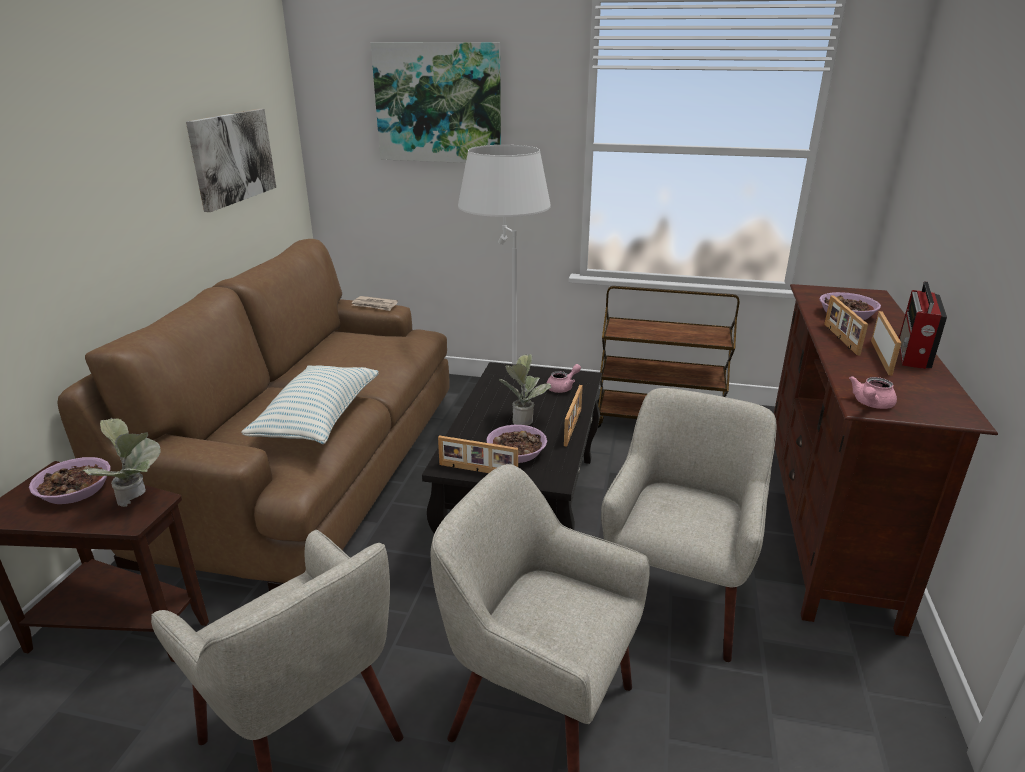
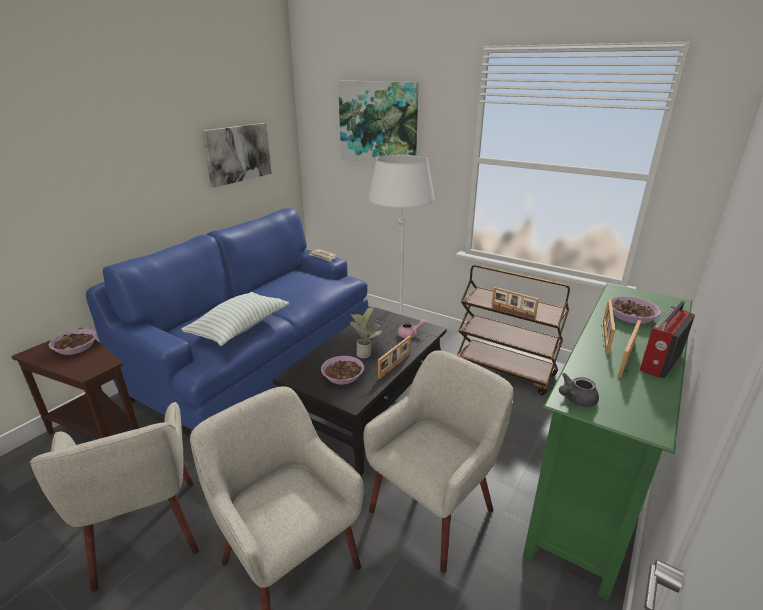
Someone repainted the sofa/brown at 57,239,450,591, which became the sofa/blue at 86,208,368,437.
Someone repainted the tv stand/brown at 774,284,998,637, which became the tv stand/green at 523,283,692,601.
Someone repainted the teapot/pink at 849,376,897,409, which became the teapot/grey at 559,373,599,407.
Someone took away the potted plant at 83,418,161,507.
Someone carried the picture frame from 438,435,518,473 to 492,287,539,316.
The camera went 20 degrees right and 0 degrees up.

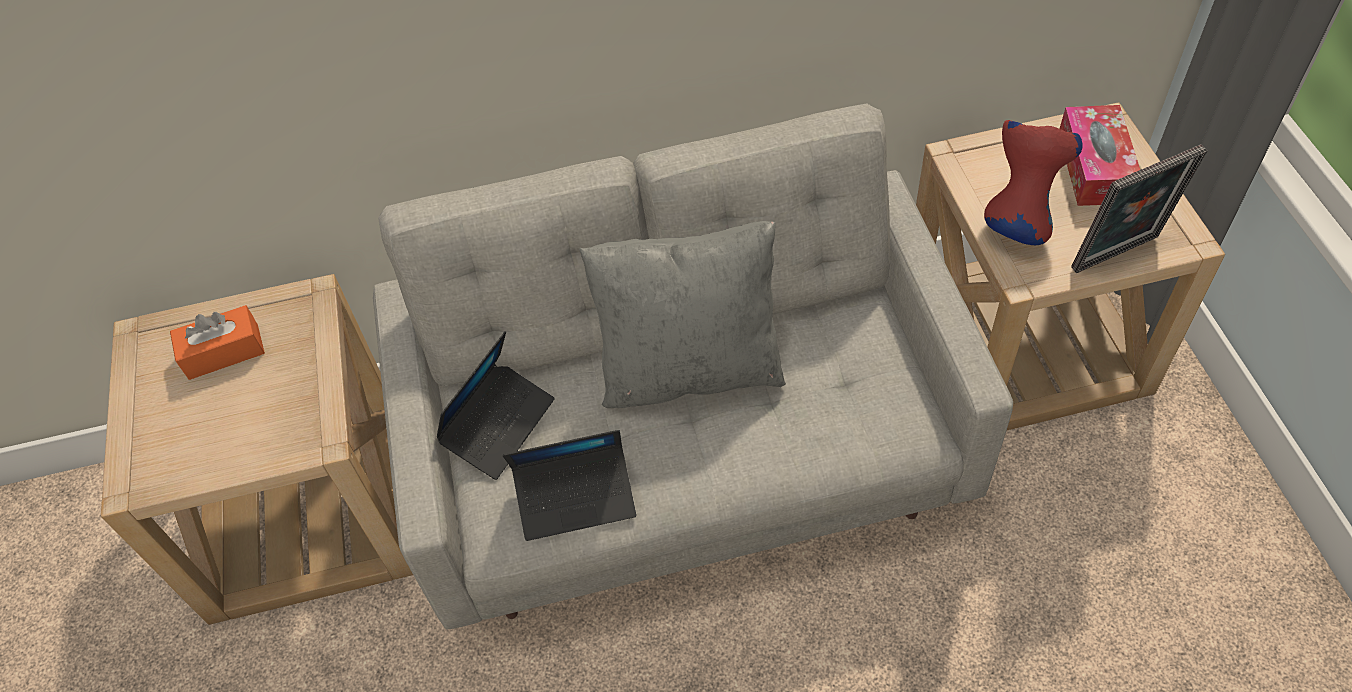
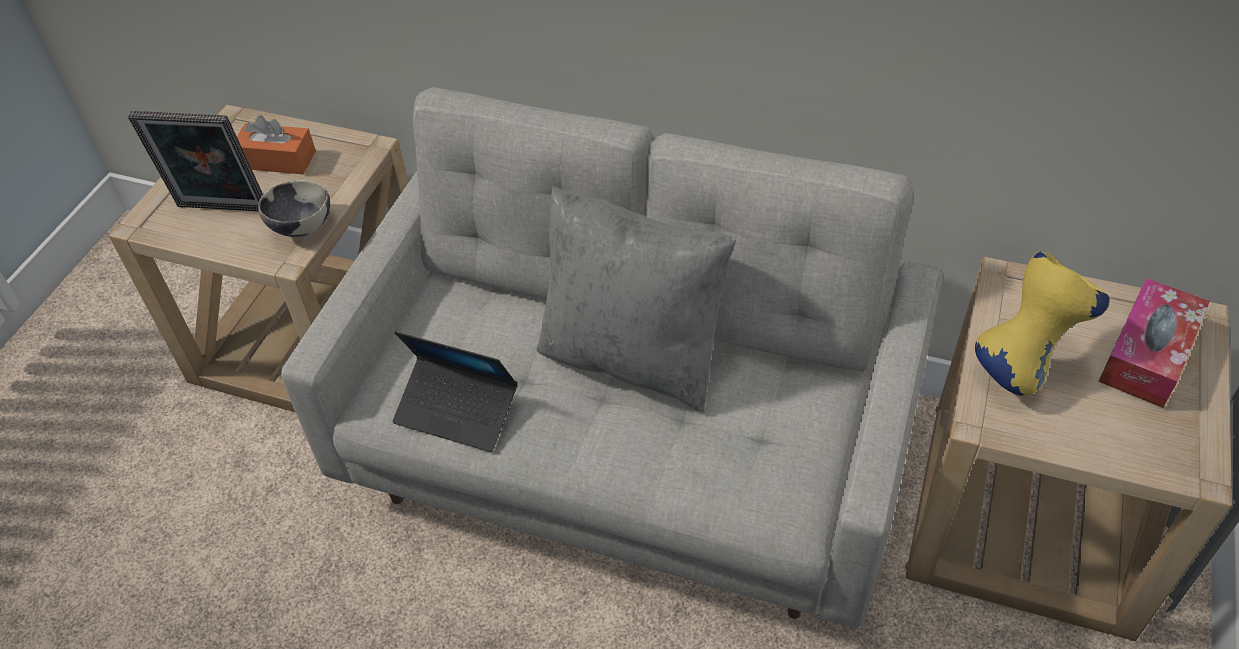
Someone repainted the vase/red at 984,120,1083,245, which became the vase/yellow at 975,251,1110,396.
Someone carried the picture frame from 1071,144,1207,273 to 128,111,263,211.
Someone took away the laptop at 437,331,555,480.
Someone put down the bowl at 258,180,330,237.
The camera went 30 degrees right and 5 degrees down.

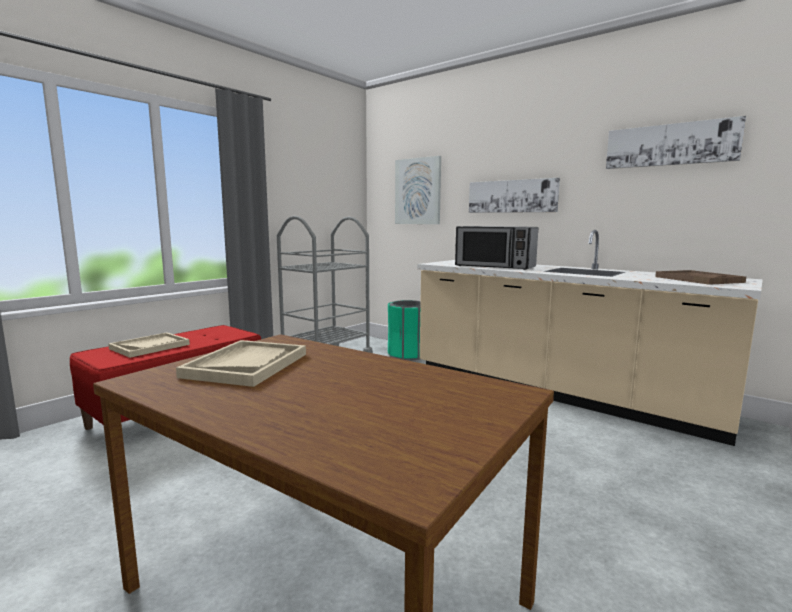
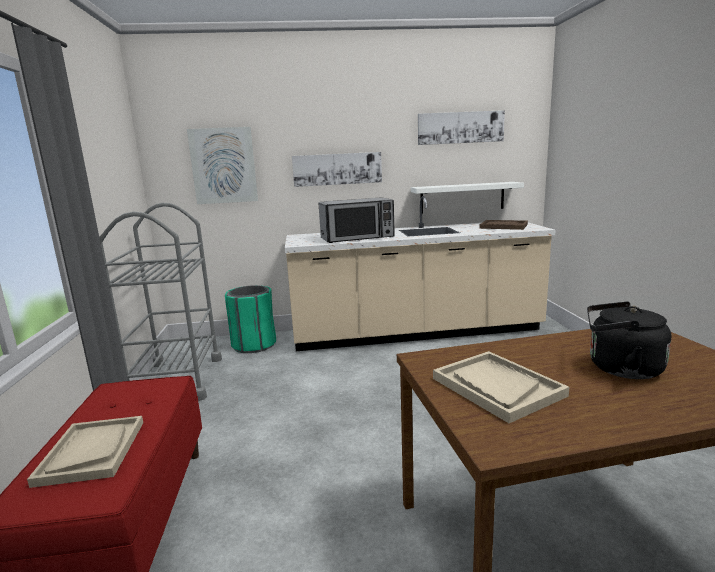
Someone put up the shelf/white at 411,182,524,214.
Someone put down the kettle/black at 587,301,672,379.
The camera went 45 degrees left and 5 degrees up.

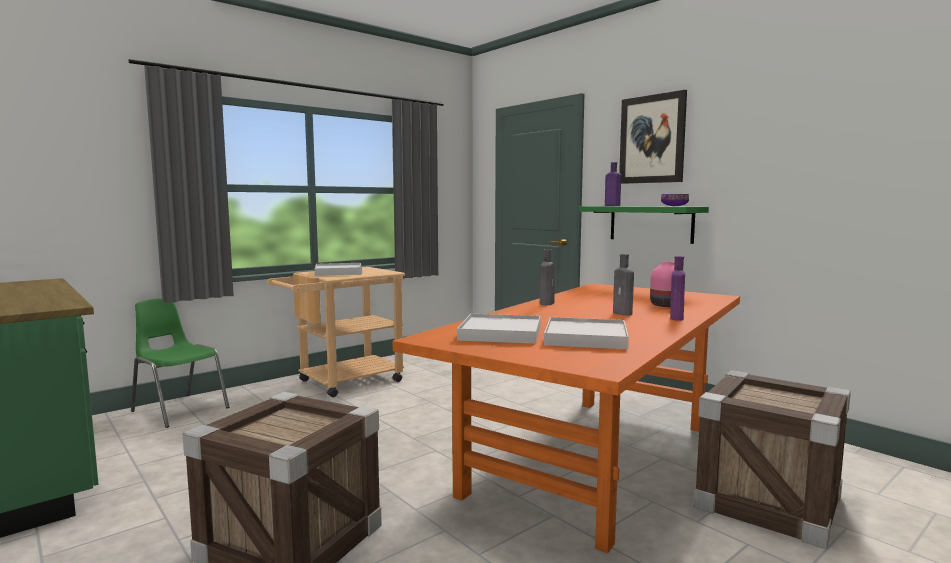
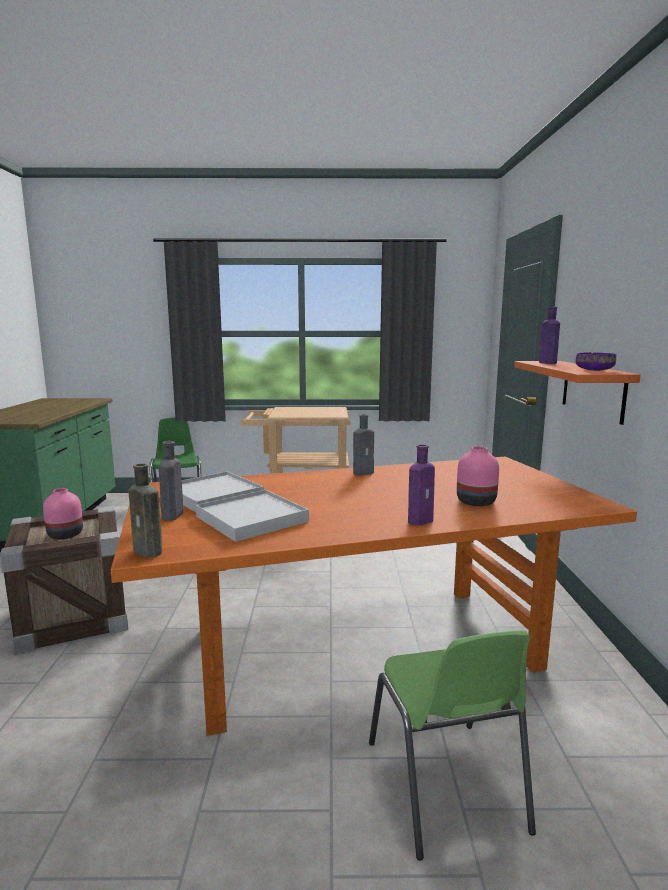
Someone took away the picture at 619,90,687,184.
Someone repainted the shelf/green at 579,206,709,244, which became the shelf/orange at 514,361,641,425.
Someone carried the bottle/grey from 613,254,634,316 to 159,441,183,521.
Someone took away the tray/white at 315,263,362,276.
Someone swapped the crate at 693,370,851,549 for the chair/green at 369,630,536,861.
Someone put down the bottle/brown at 129,464,162,558.
Someone put down the vase/pink at 43,488,83,539.
The camera went 40 degrees right and 5 degrees up.

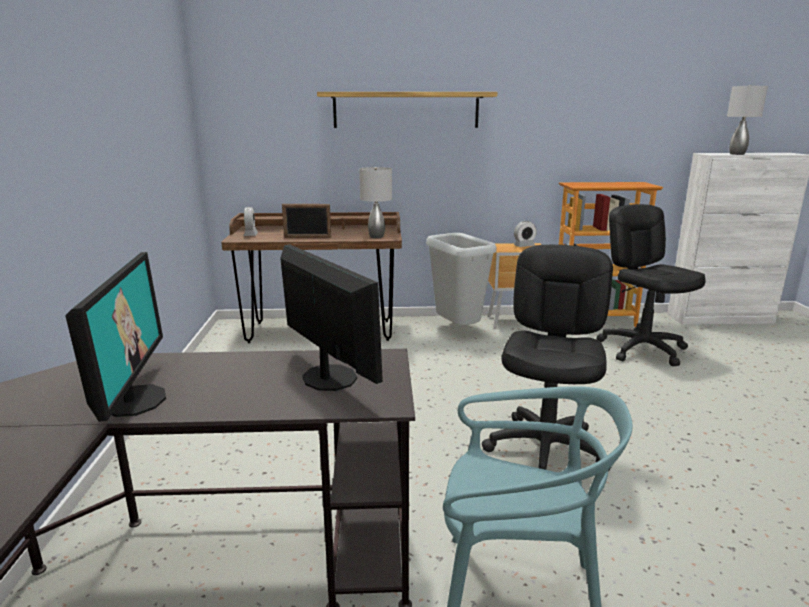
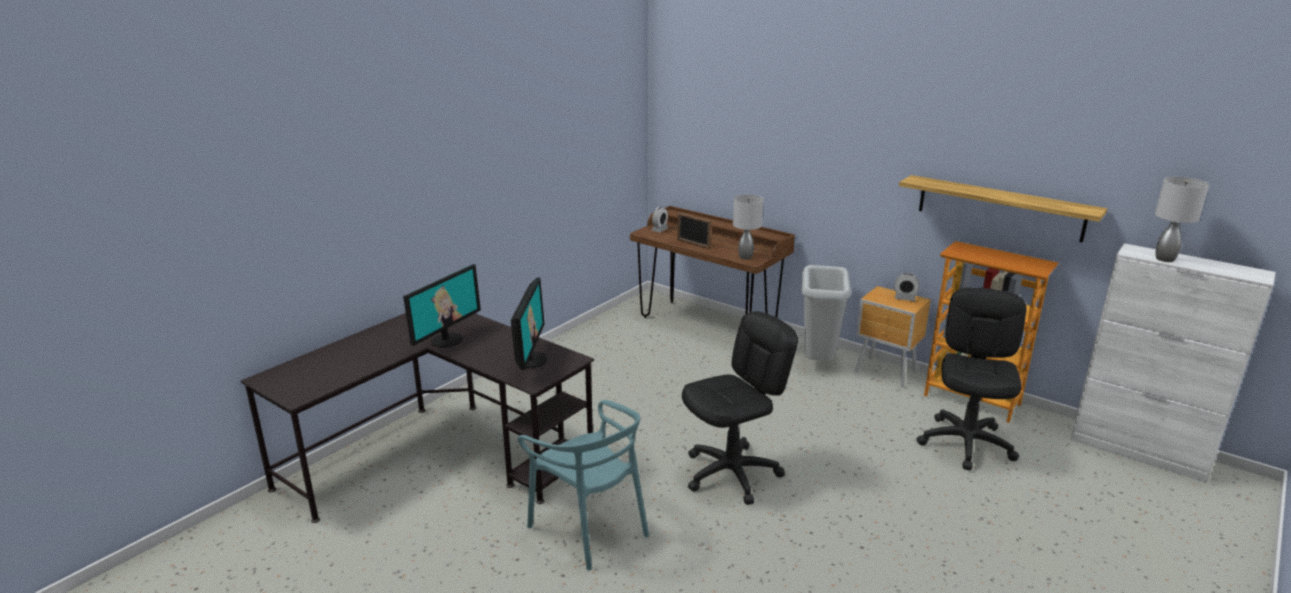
Someone carried the shelf from 317,92,497,128 to 899,175,1107,243.
The camera went 40 degrees right and 5 degrees up.

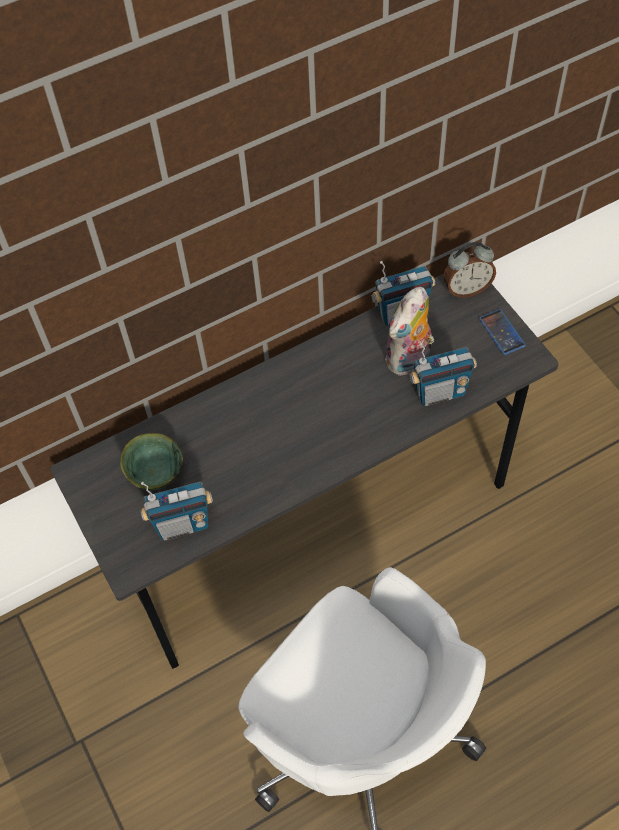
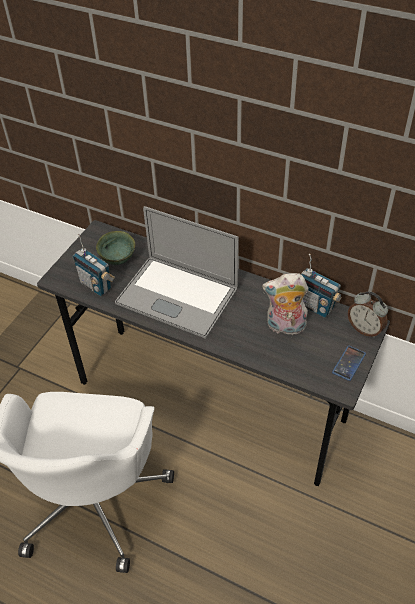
Someone took away the radio at 408,343,477,406.
Someone put down the laptop at 115,206,239,339.
The camera went 55 degrees right and 10 degrees down.

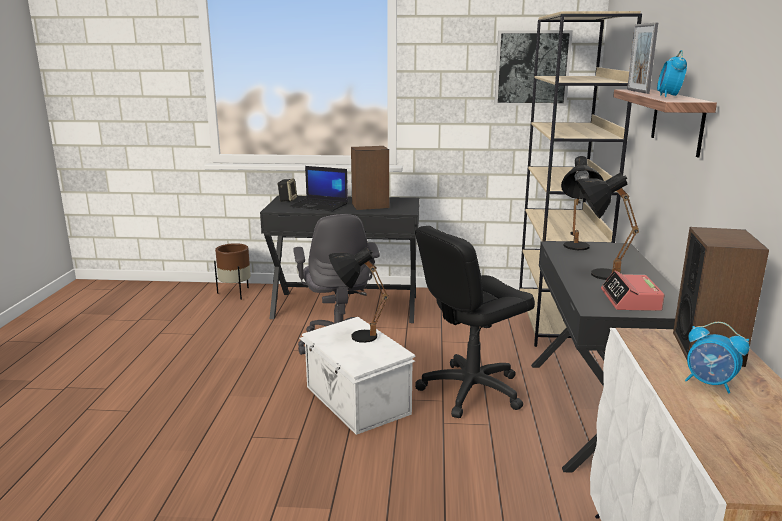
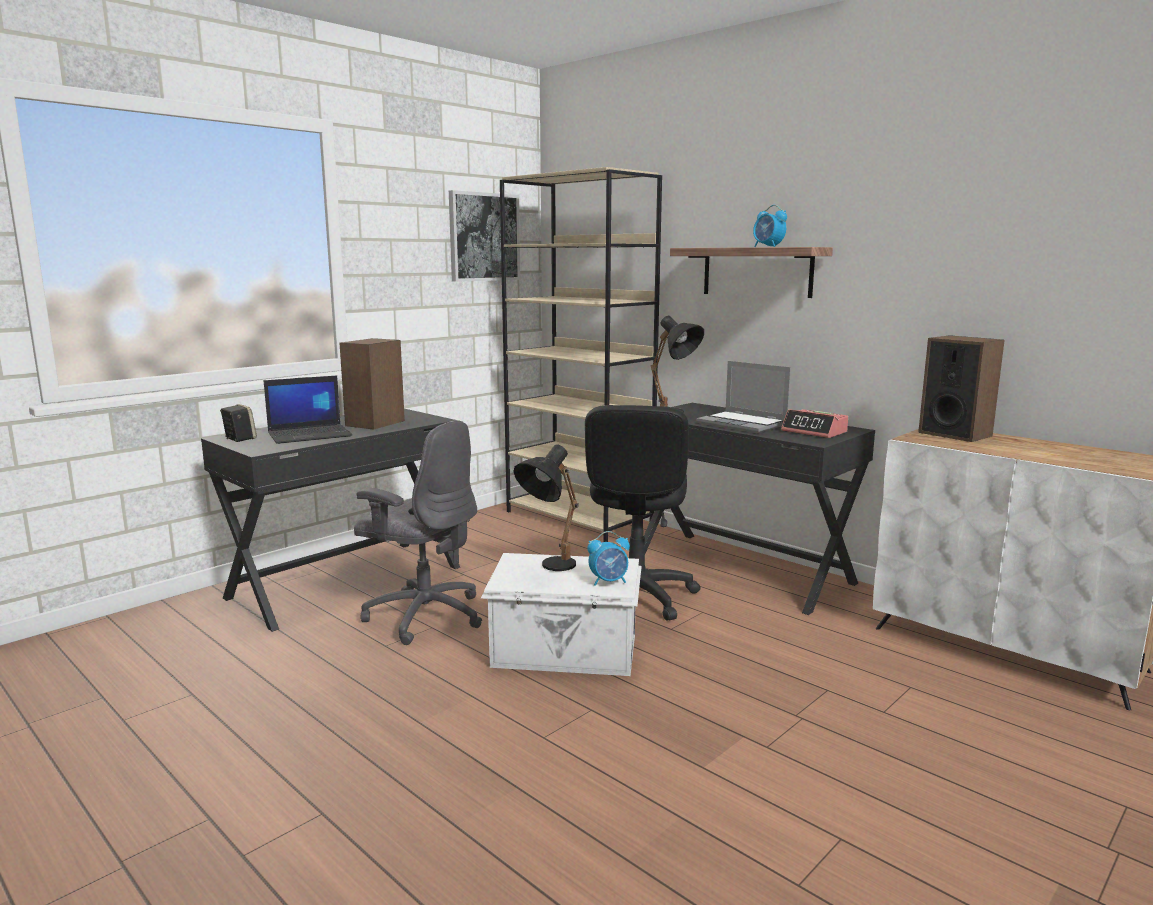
Someone took away the picture frame at 627,23,658,94.
Someone swapped the table lamp/black at 576,173,639,280 for the laptop at 696,361,791,433.
Someone took away the planter/brown at 214,243,251,300.
Someone carried the alarm clock from 685,322,750,393 to 587,531,630,586.
The camera went 50 degrees left and 5 degrees down.

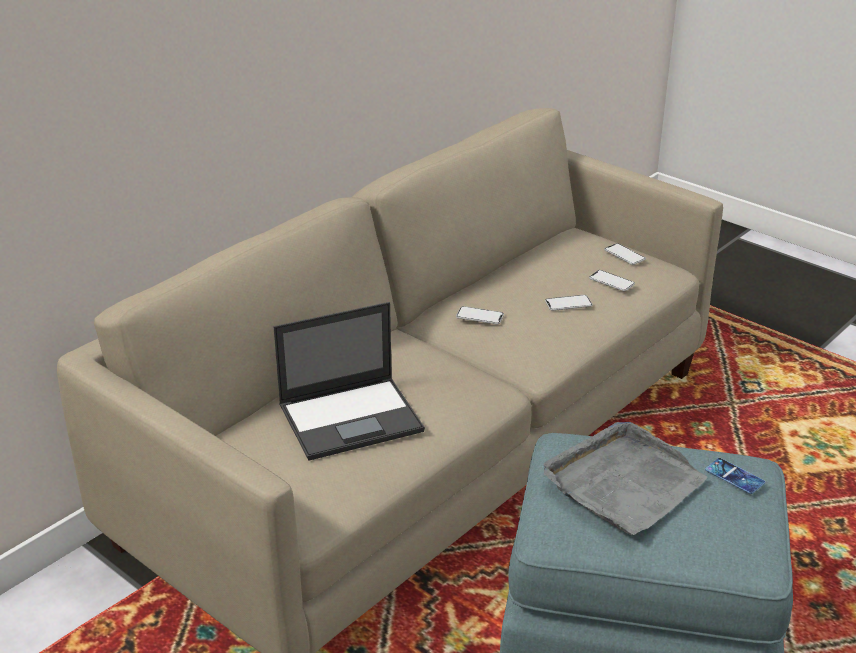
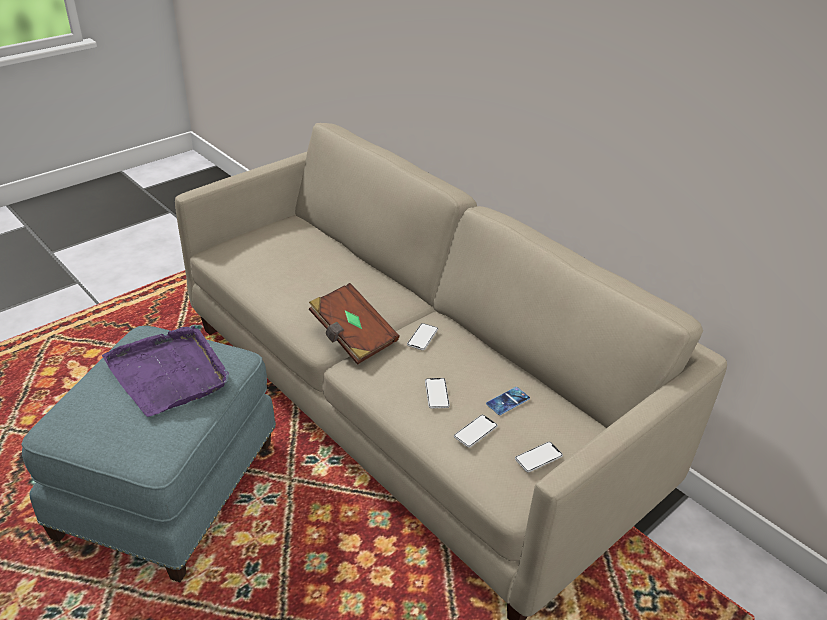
Someone took away the laptop at 273,302,425,461.
Someone repainted the tray/grey at 544,422,707,535, which became the tray/purple at 102,326,229,417.
Someone carried the phone from 705,458,765,494 to 486,387,530,415.
Someone put down the book/brown at 309,283,400,365.
The camera went 95 degrees right and 5 degrees up.

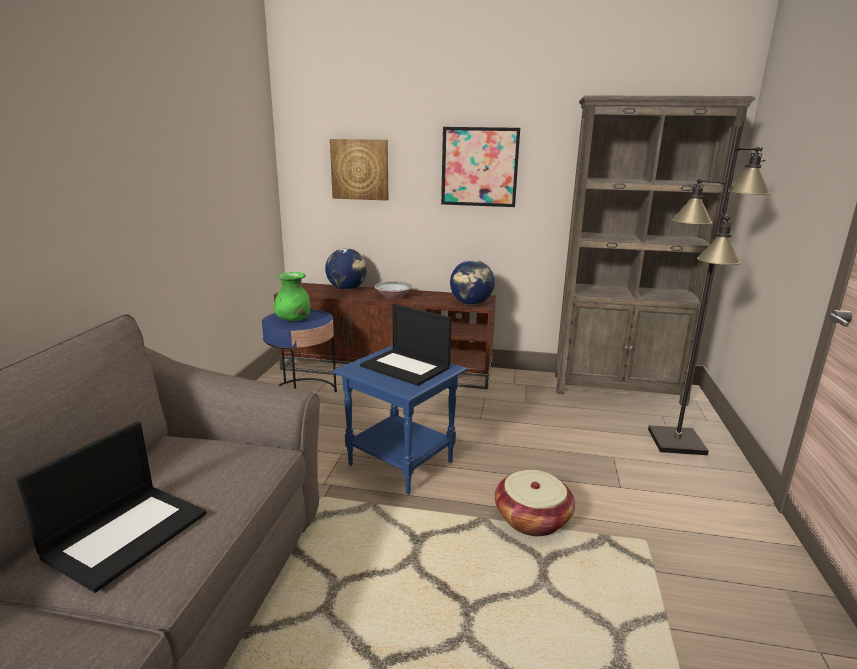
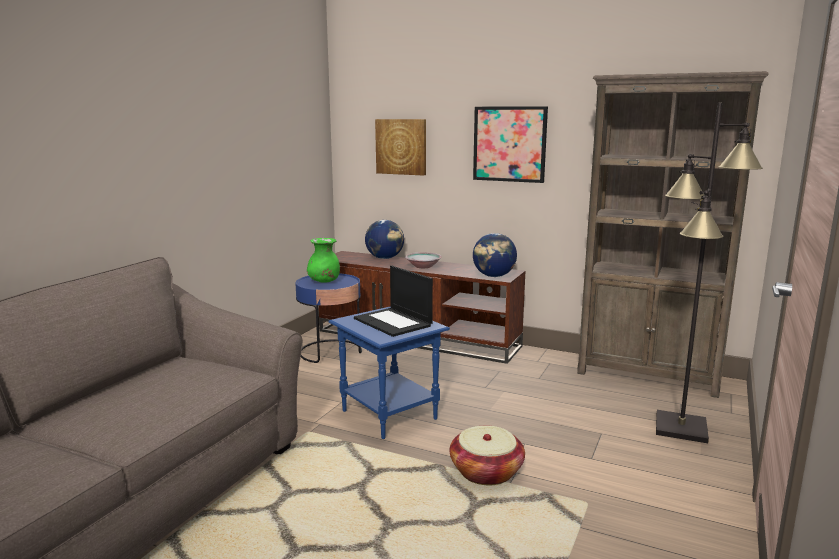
Someone took away the laptop at 16,421,207,593.
The camera went 15 degrees right and 5 degrees down.

